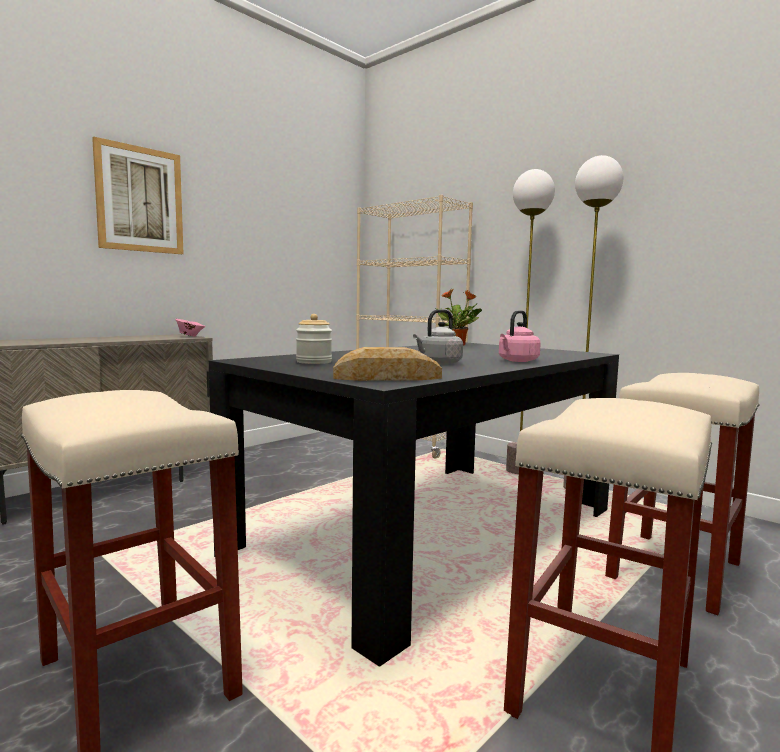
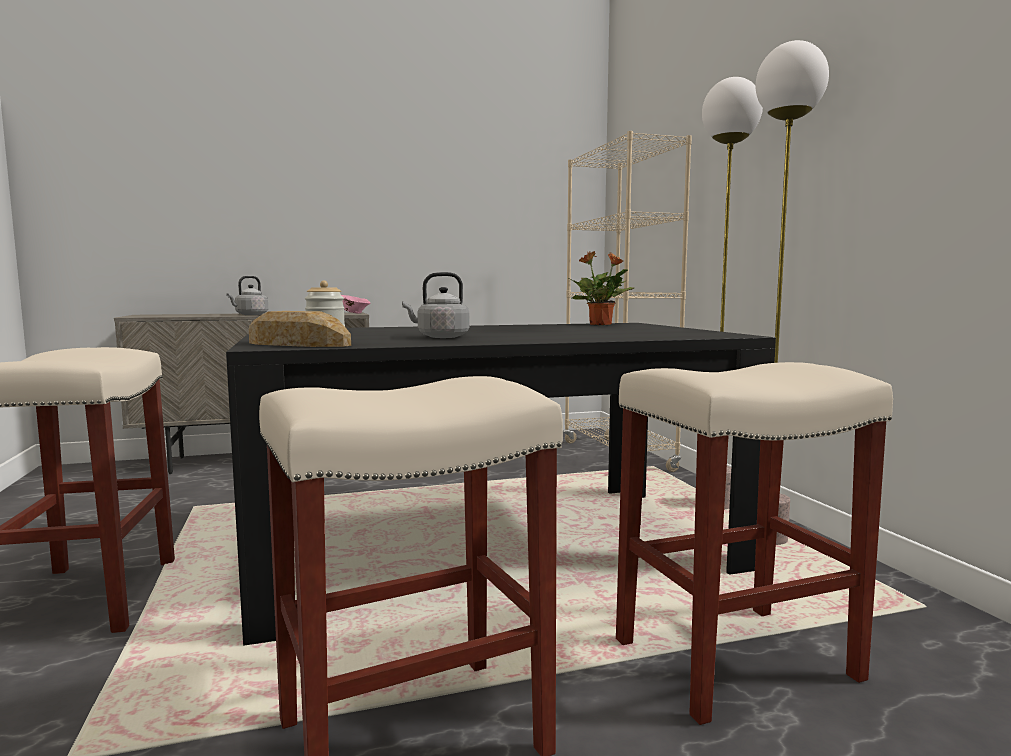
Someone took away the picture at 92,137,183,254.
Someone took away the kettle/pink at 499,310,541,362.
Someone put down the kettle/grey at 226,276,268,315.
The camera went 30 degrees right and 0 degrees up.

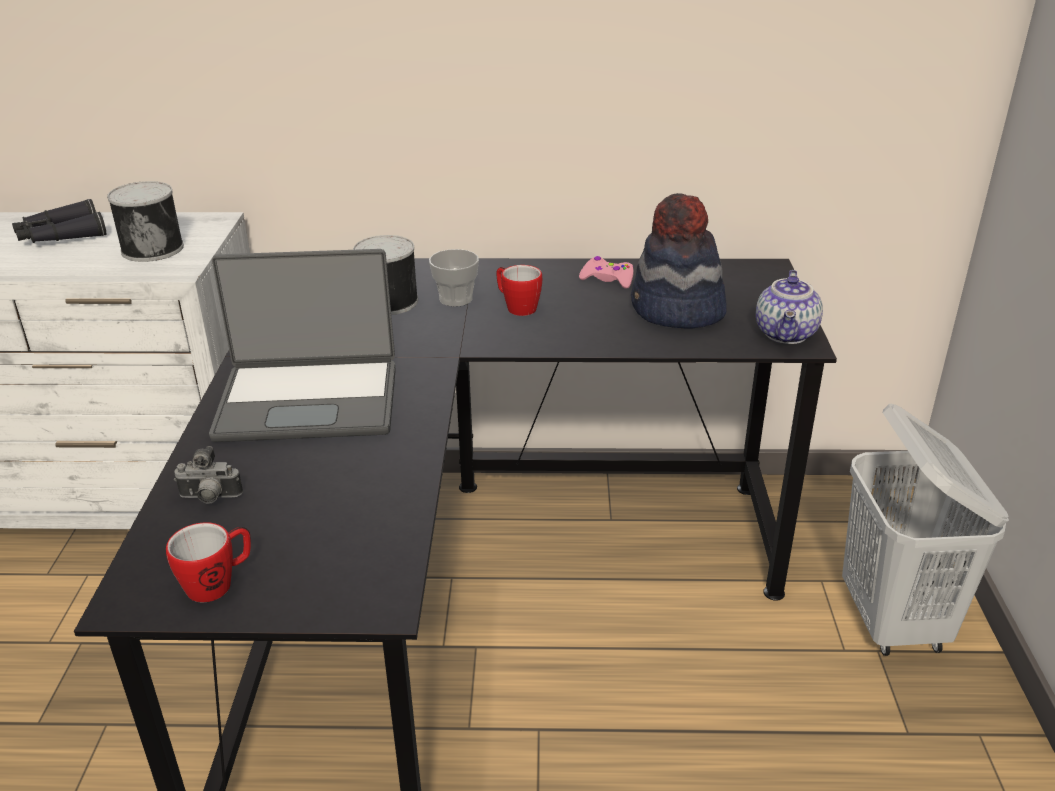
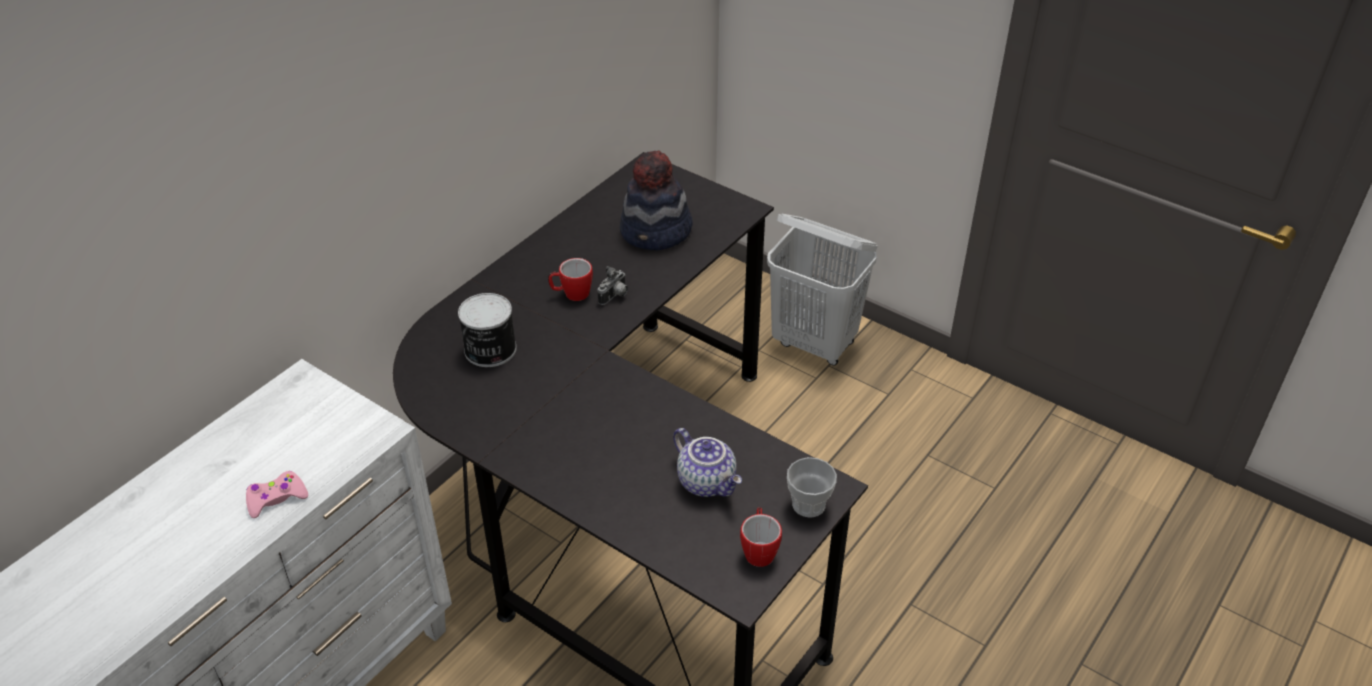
Someone took away the can at 107,181,184,262.
Someone took away the binoculars/black at 12,199,106,243.
Someone took away the laptop at 209,249,396,442.
Someone carried the cup from 429,249,479,307 to 787,457,837,518.
Someone carried the game controller/pink from 579,256,634,289 to 246,471,308,518.
Someone carried the teapot from 756,270,823,344 to 673,428,742,497.
Someone carried the photo camera from 174,446,243,504 to 597,266,628,305.
The camera went 55 degrees left and 10 degrees up.

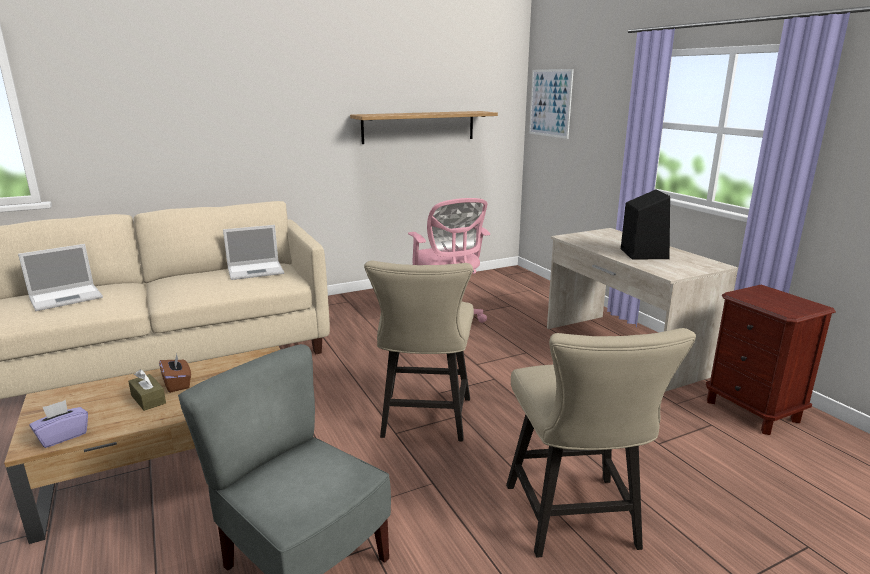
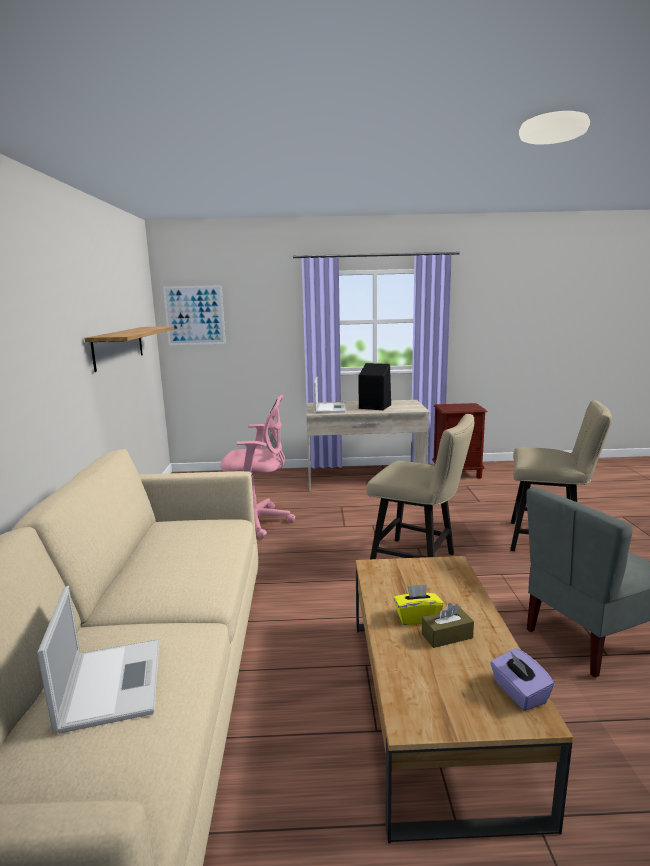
Someone carried the laptop from 223,225,284,280 to 314,377,345,413.
Someone repainted the tissue box/brown at 159,354,191,393, which became the tissue box/yellow at 393,584,444,625.
The camera went 65 degrees left and 5 degrees down.

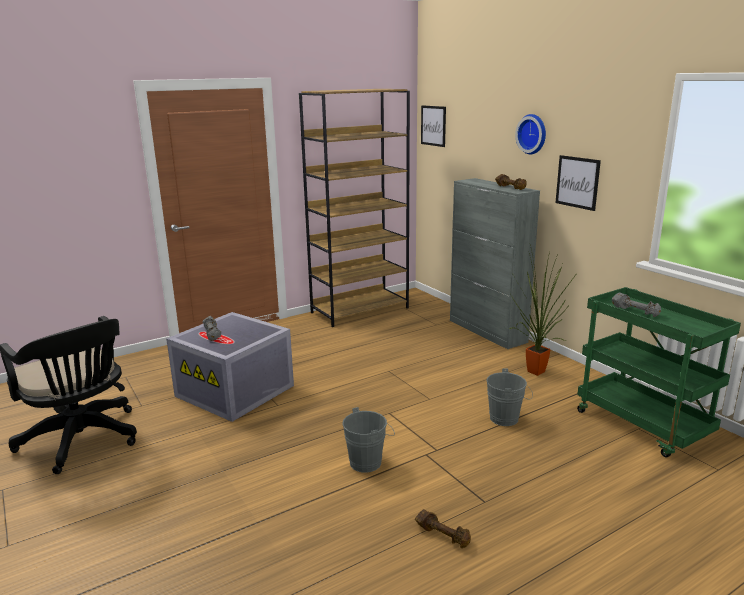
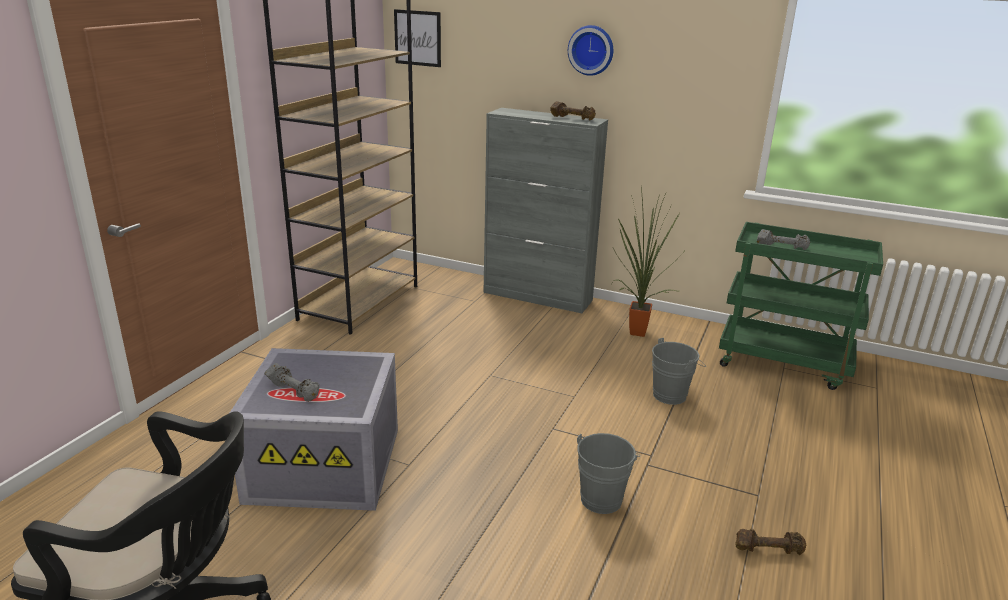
Someone took away the picture at 555,155,601,211.
The camera went 35 degrees left and 5 degrees up.

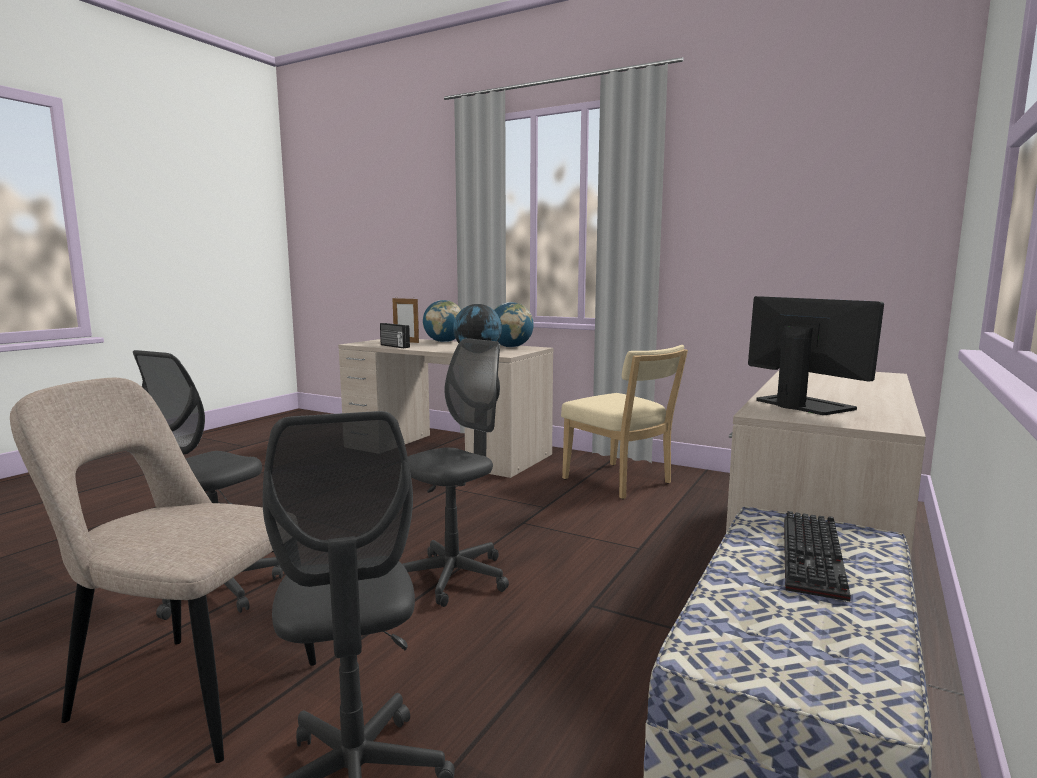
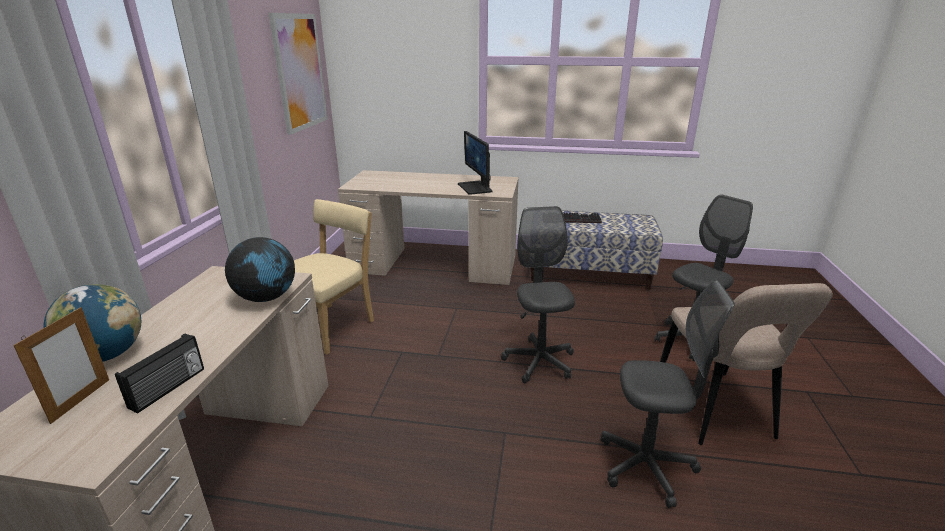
Someone rotated the monitor at 748,296,884,415 by 60 degrees counterclockwise.
Someone took away the globe at 494,302,534,347.
Someone rotated the office chair/grey at 402,338,509,607 by 60 degrees clockwise.
Someone put up the picture at 269,13,328,135.
The camera went 110 degrees left and 15 degrees up.

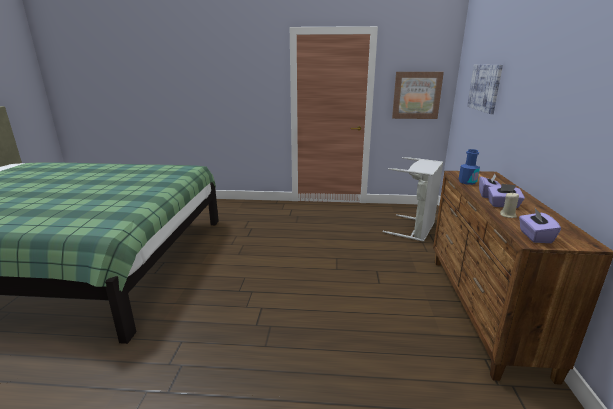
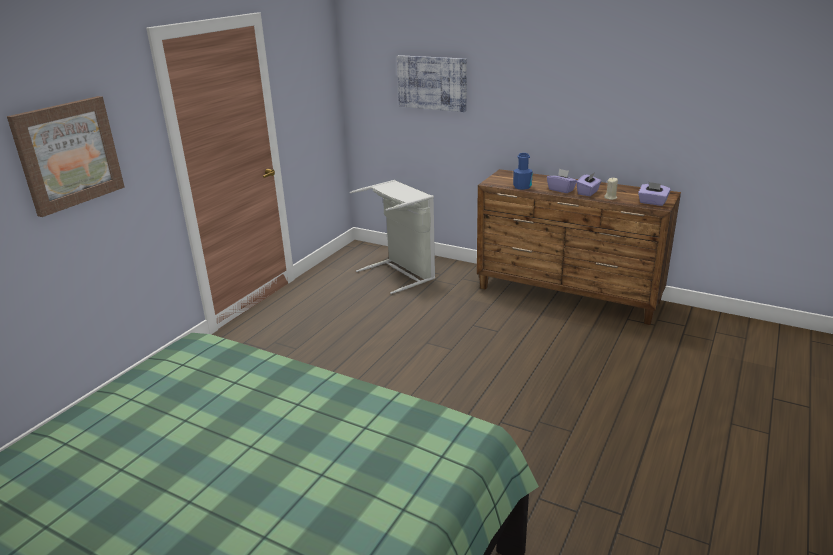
Someone carried the picture from 392,72,444,119 to 7,96,125,217.
The camera went 65 degrees left and 5 degrees up.

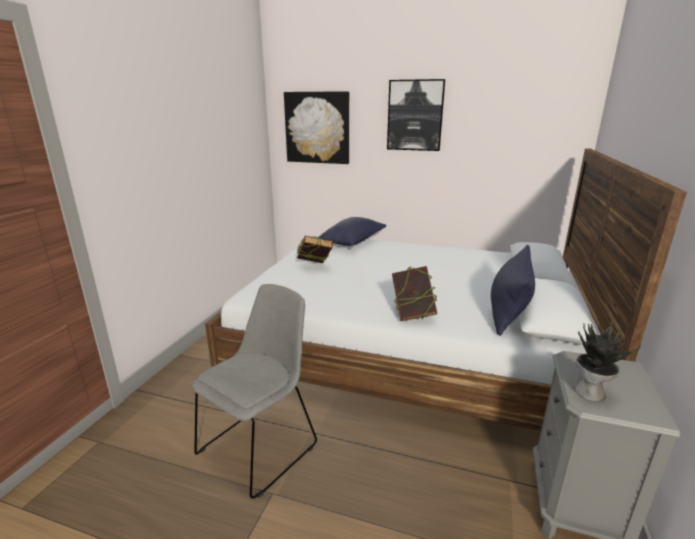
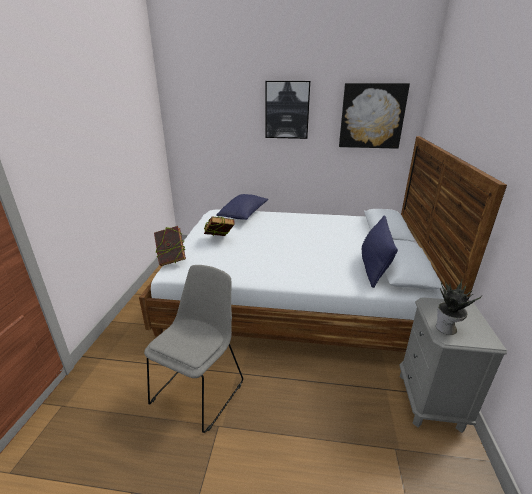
Someone carried the picture from 284,91,349,164 to 339,83,410,149.
Someone carried the book from 392,266,437,321 to 154,226,186,266.
The camera went 10 degrees left and 5 degrees up.

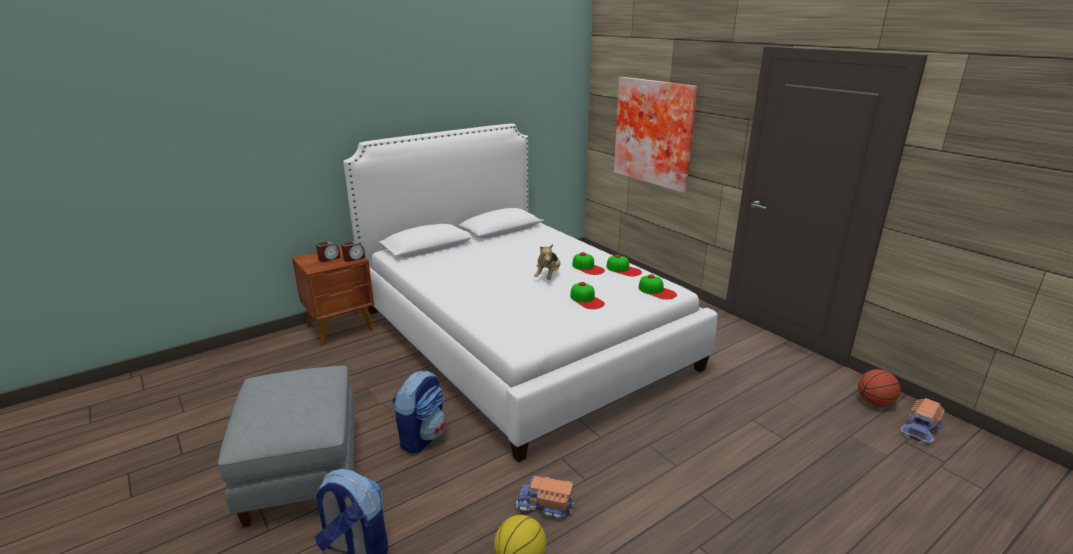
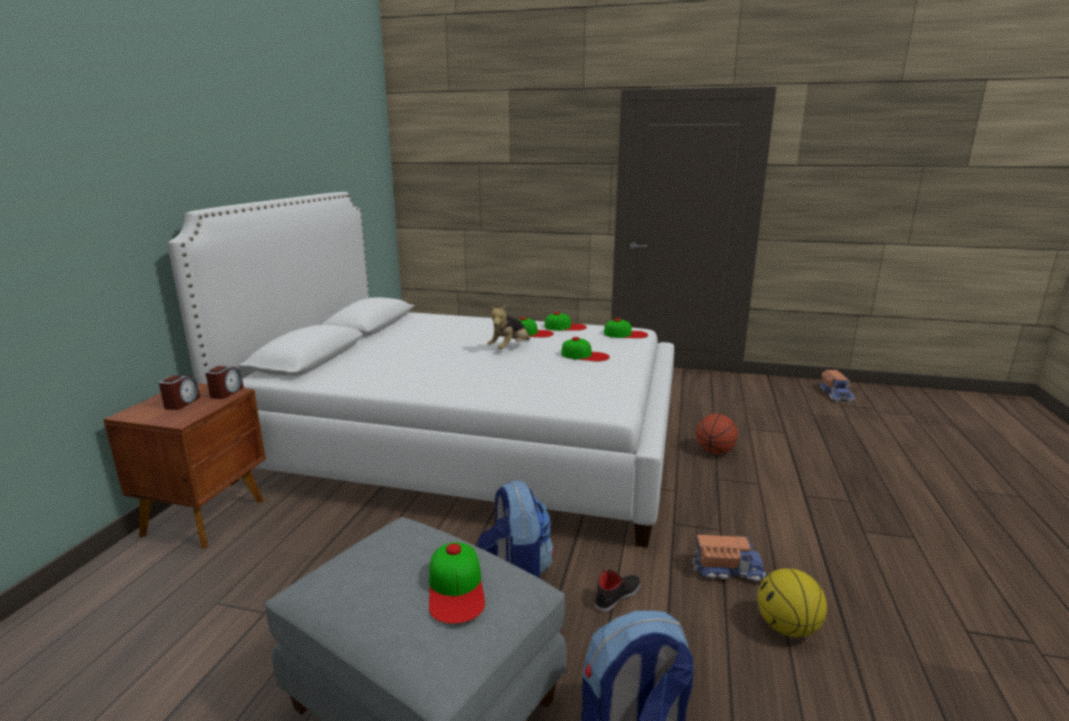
Someone took away the picture at 614,77,698,193.
Someone rotated the plush toy at 534,244,560,280 by 60 degrees clockwise.
Someone carried the basketball from 858,369,901,407 to 696,414,738,454.
Someone rotated the toy truck at 515,476,574,520 by 150 degrees counterclockwise.
Someone put down the cap at 429,542,485,624.
Someone put down the shoe/black at 595,569,641,612.
The camera went 40 degrees left and 5 degrees down.

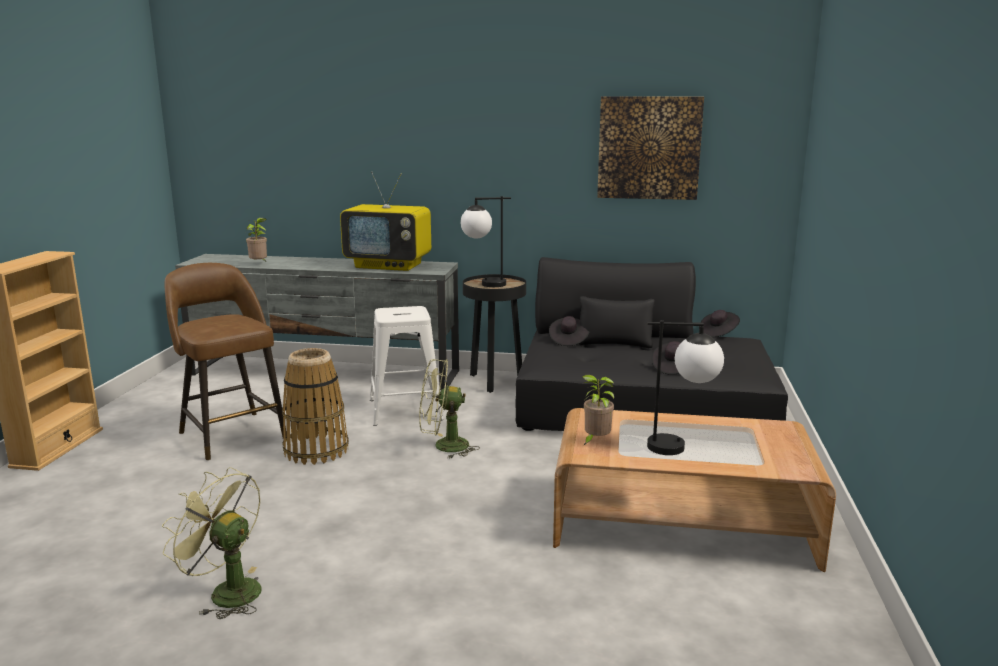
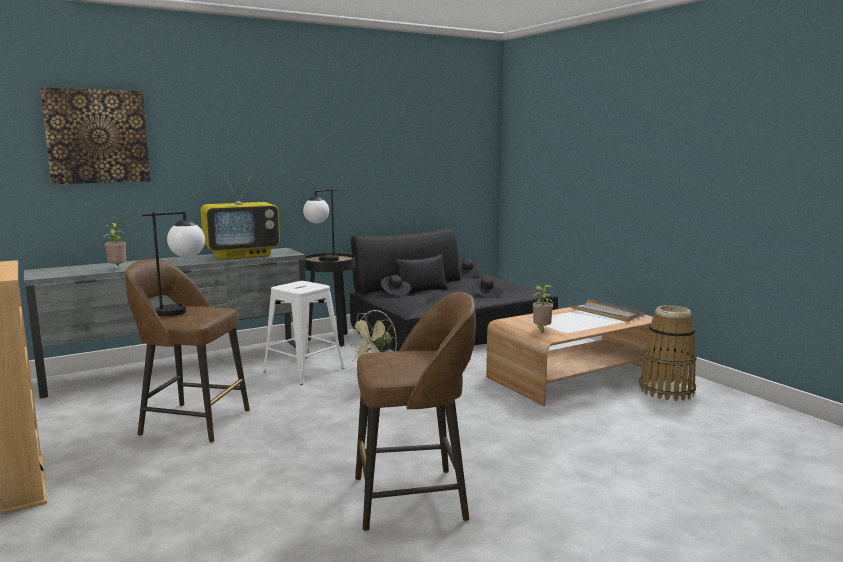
Someone carried the picture from 597,96,704,200 to 40,87,150,184.
Someone carried the table lamp from 647,320,724,455 to 142,211,205,317.
Someone carried the basket from 282,348,349,465 to 639,305,697,401.
Someone swapped the fan/green at 162,467,262,619 for the stool/brown at 355,292,476,531.
Someone put down the tray/grey at 570,299,644,322.
The camera went 40 degrees left and 5 degrees down.

